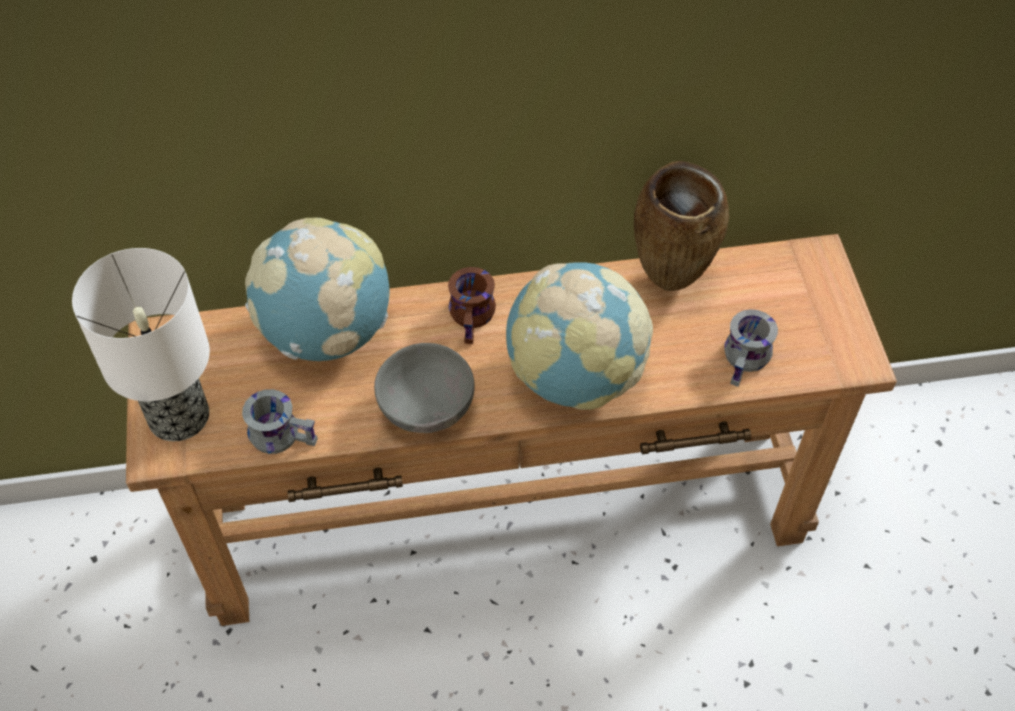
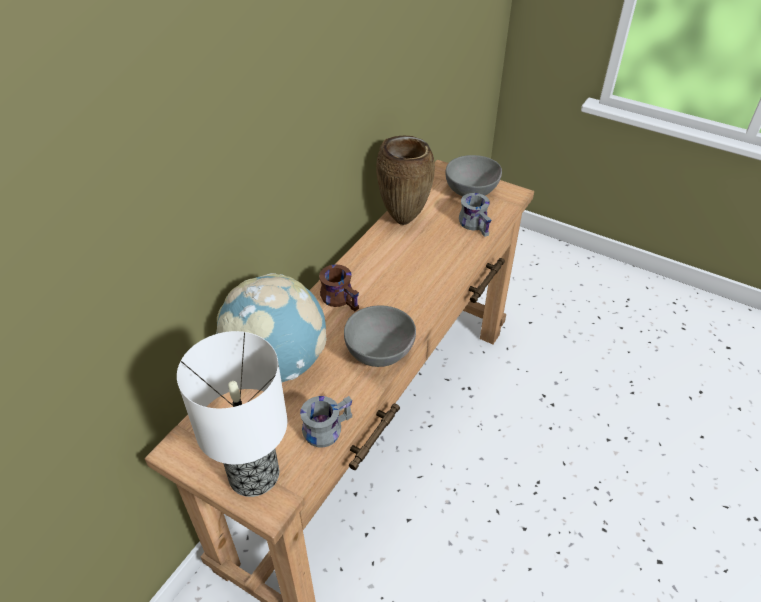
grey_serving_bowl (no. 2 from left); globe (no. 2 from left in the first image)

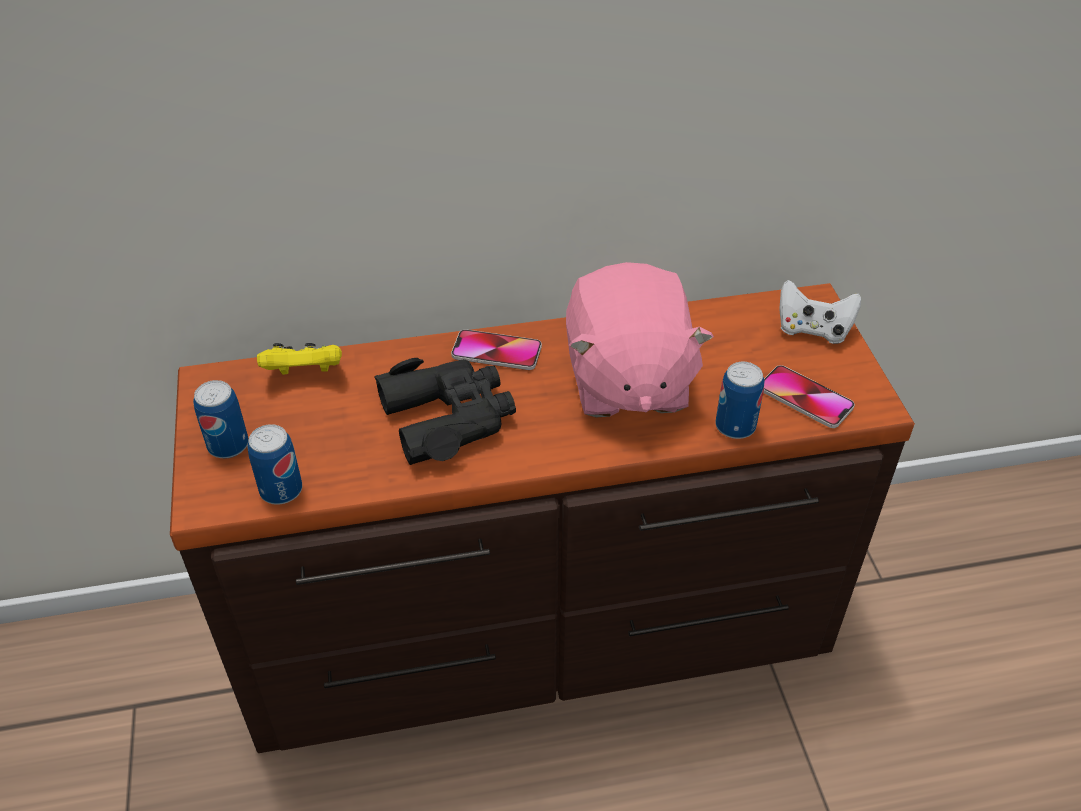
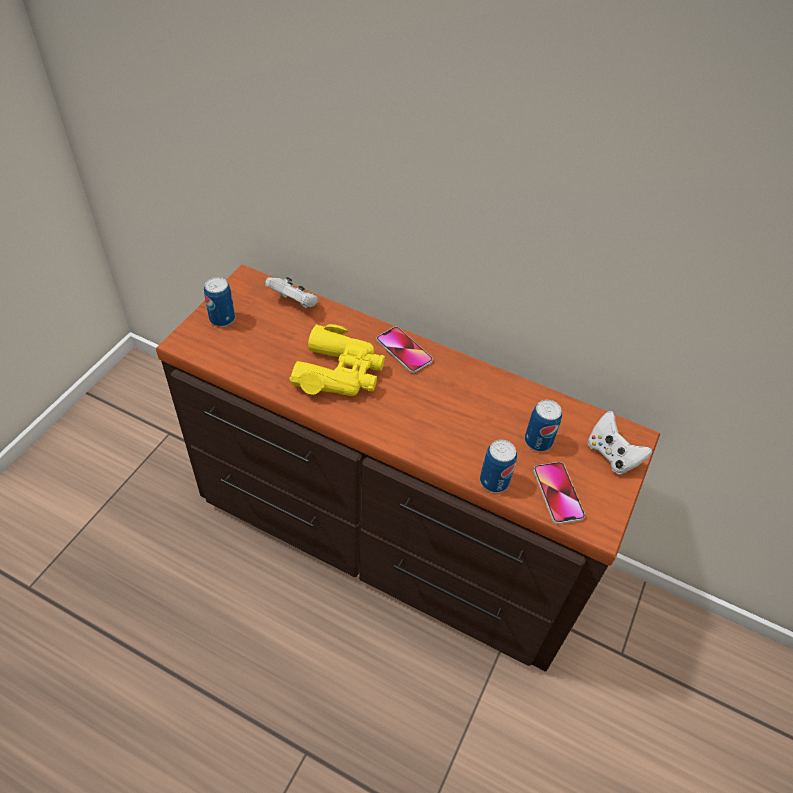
white-coloured_gamepad (no. 1 from left); yellow-coloured_field_glasses; metal_can (no. 3 from left); pink_plush_toy

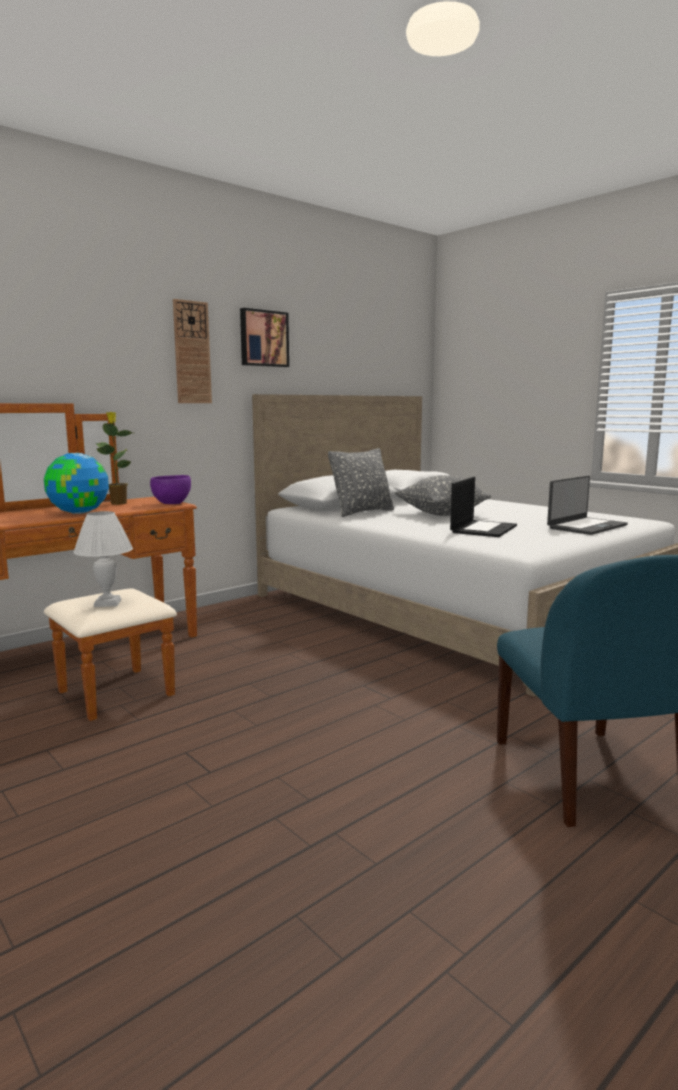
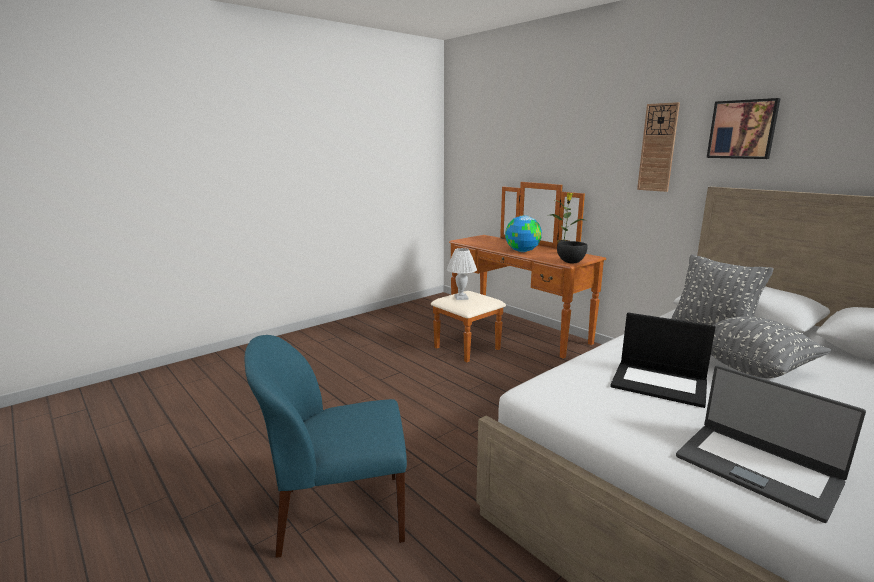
black-coloured_serving_bowl

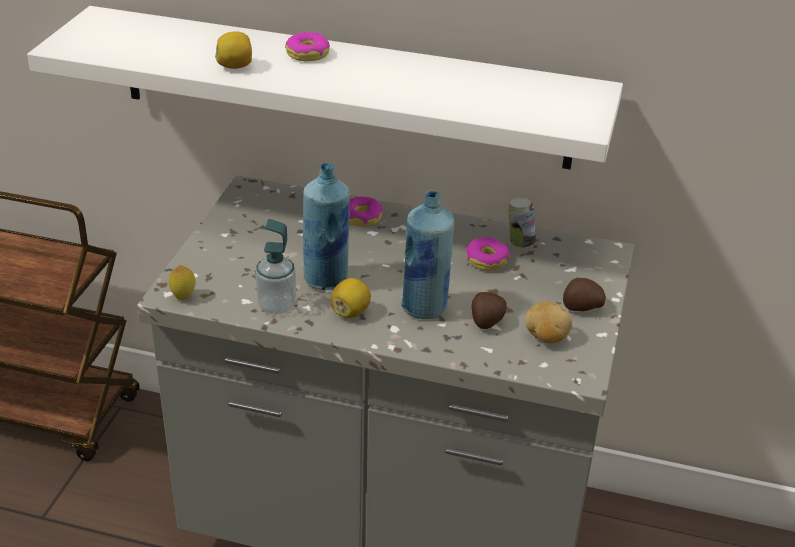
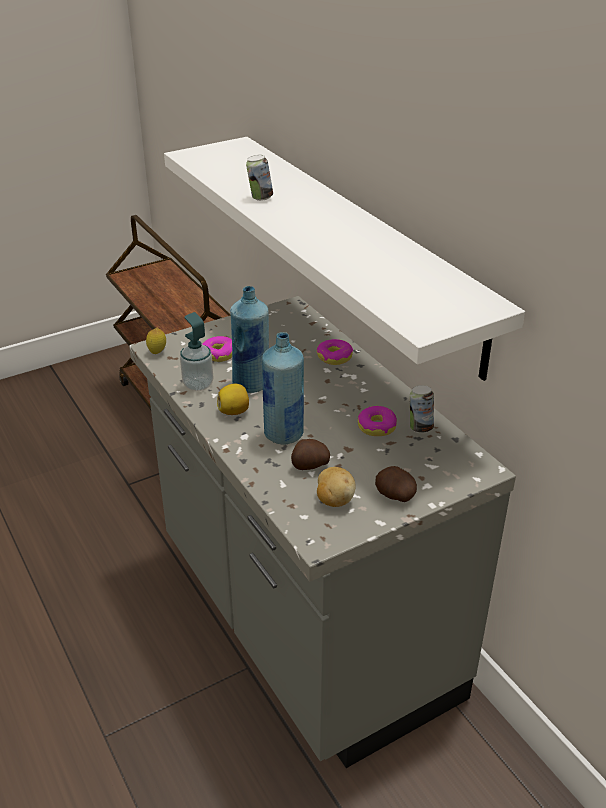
ring_doughnut (no. 1 from left); metal_can (no. 1 from left)

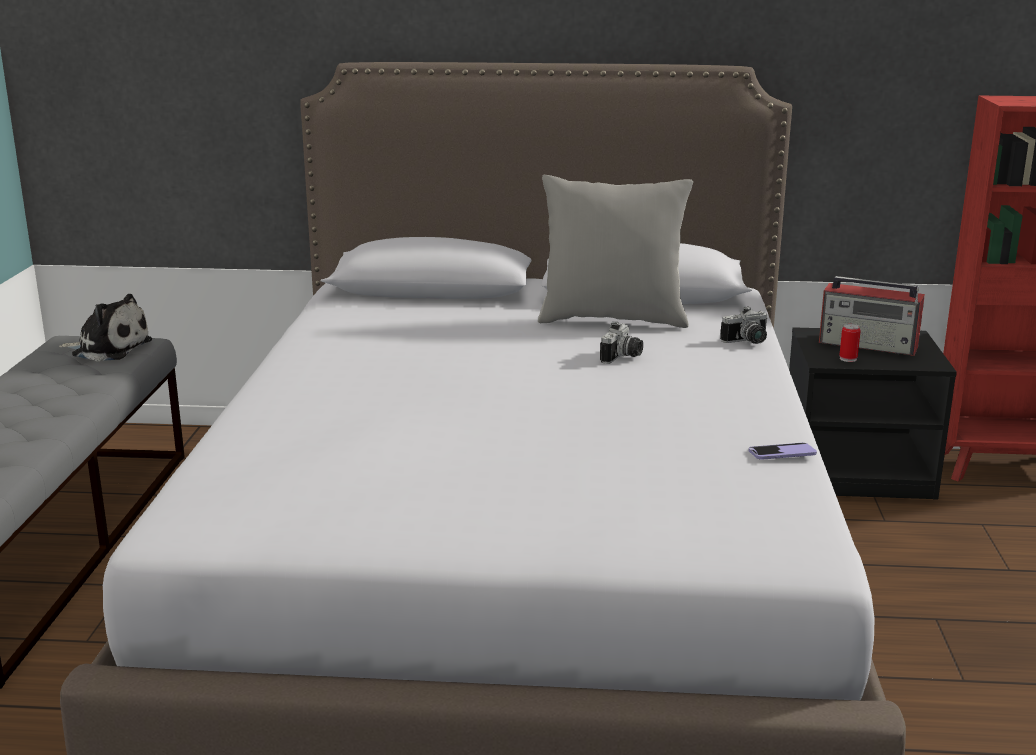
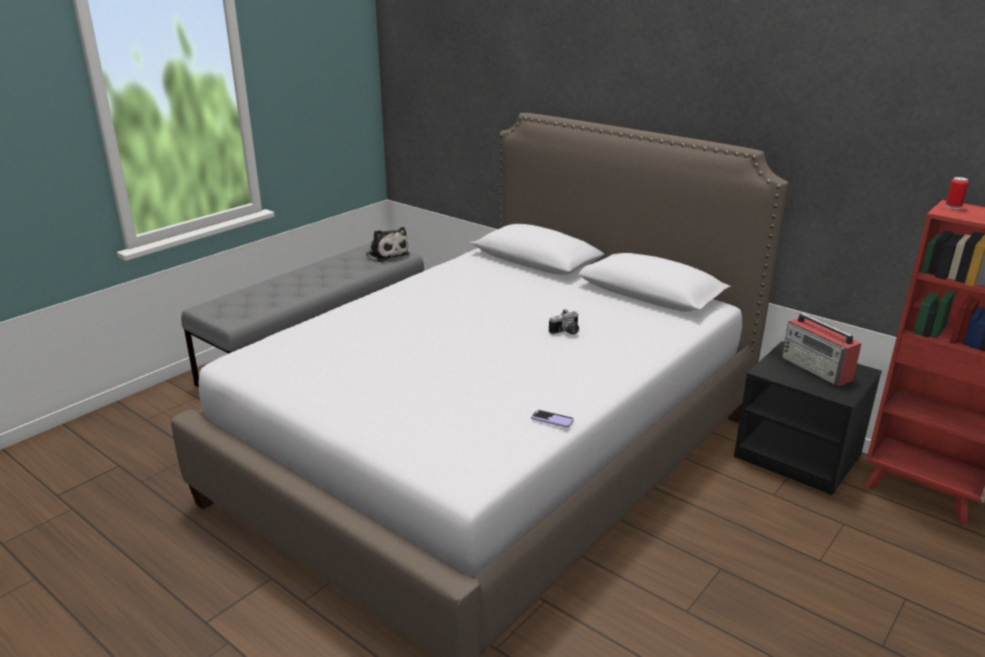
metal_can; grey_pillow; photo_camera (no. 2 from left in the first image)

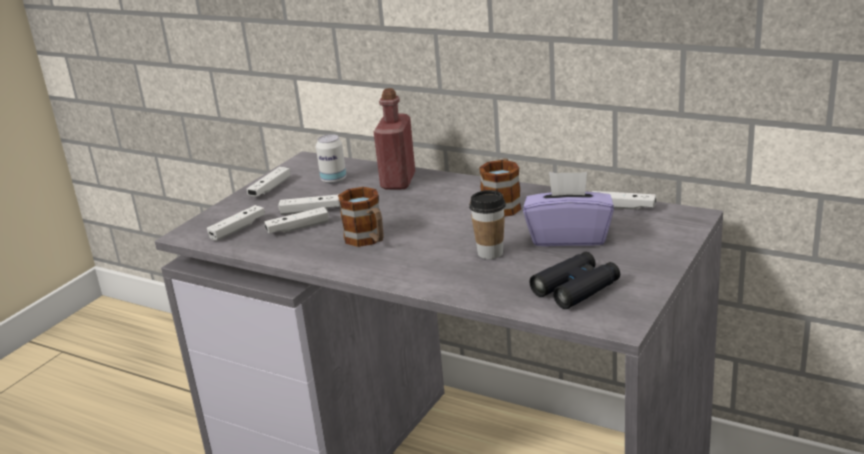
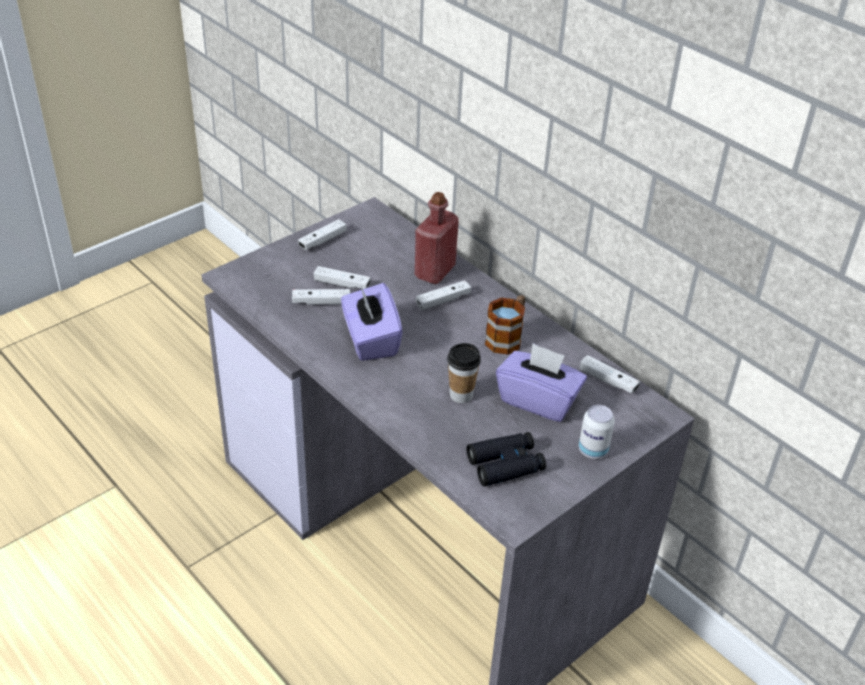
purple_tissue_box (no. 1 from left); white-coloured_gamepad (no. 4 from left); metal_can

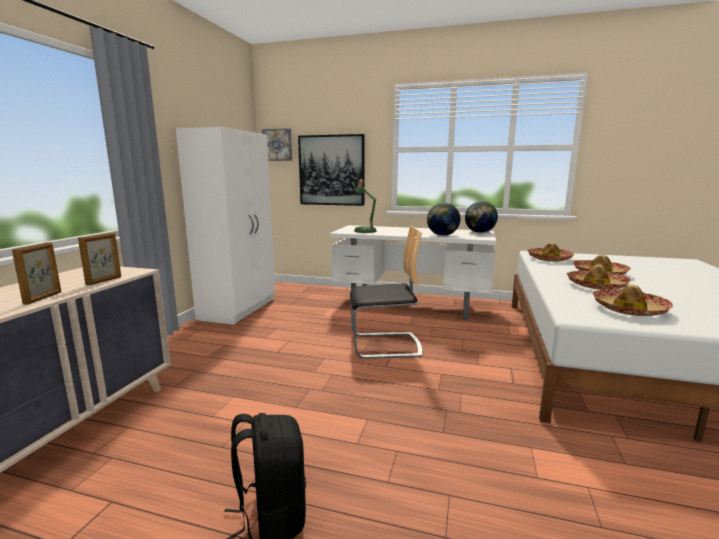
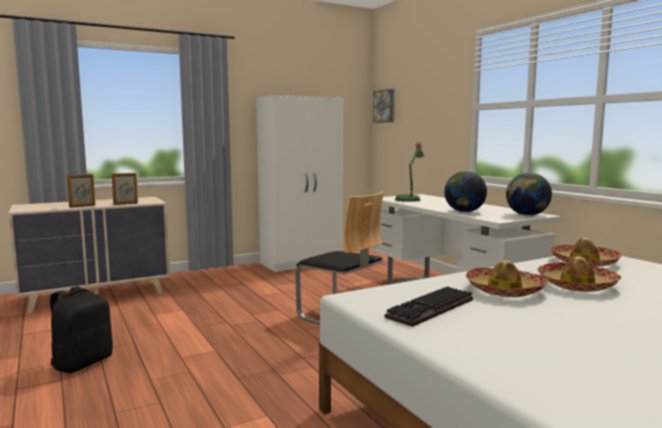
computer_keyboard; wall_picture (no. 2 from left in the first image)

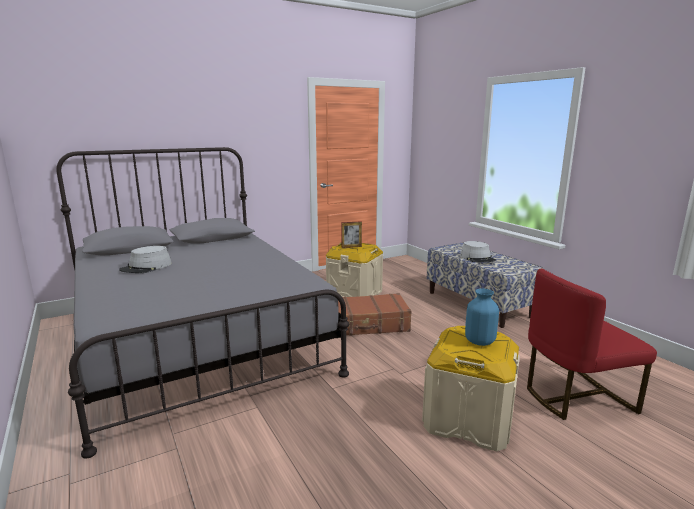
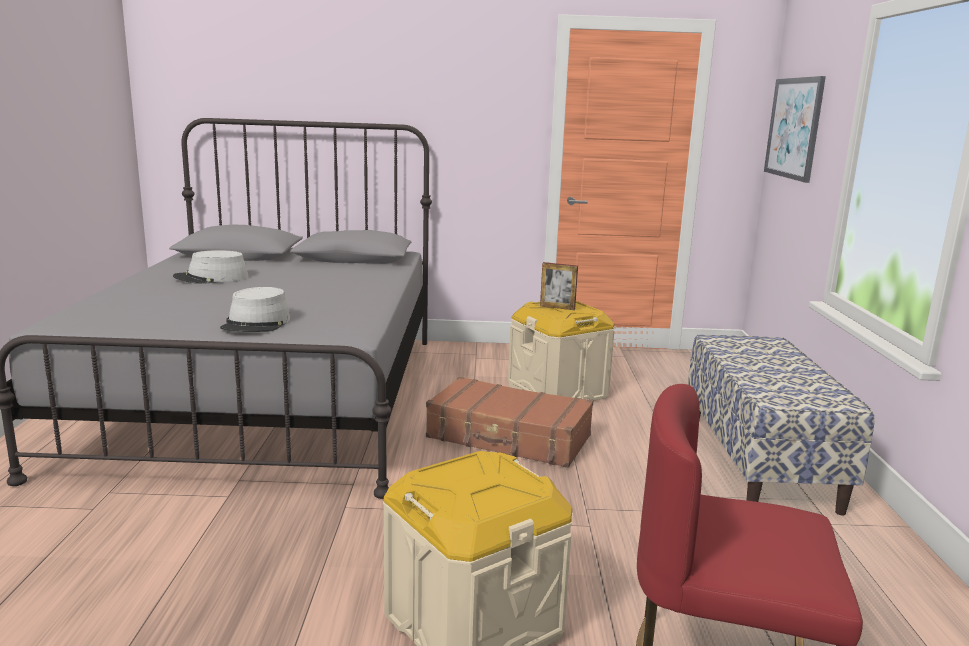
grey_wearable_hat (no. 2 from left); wall_picture; blue-coloured_flower_vase

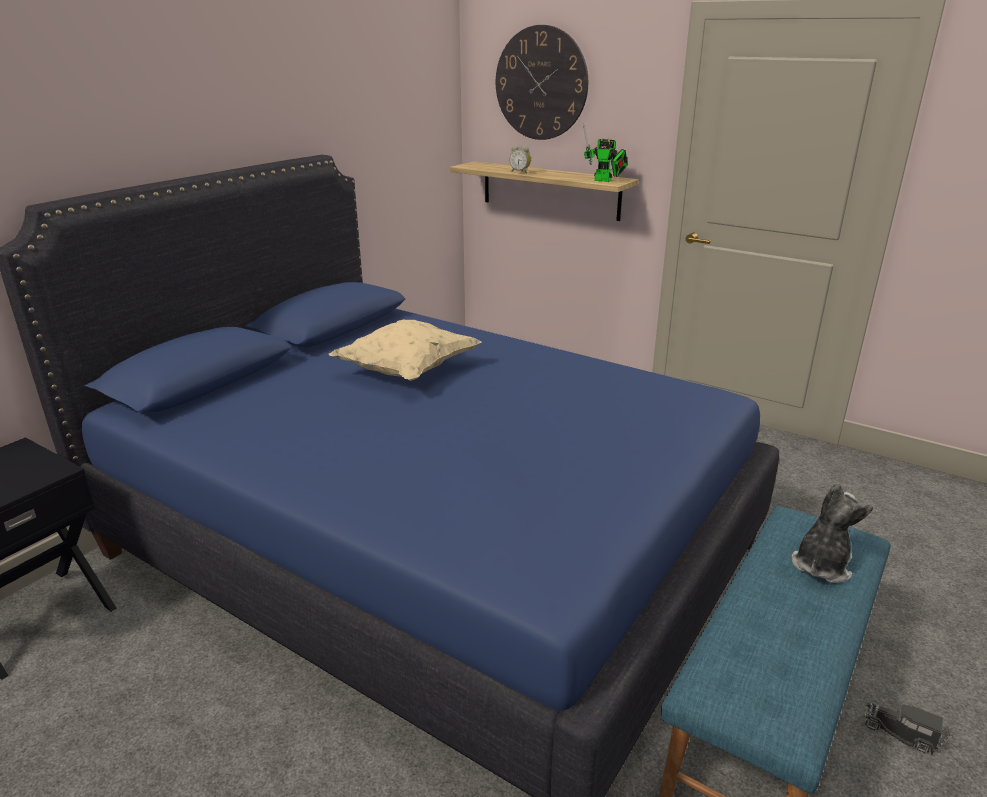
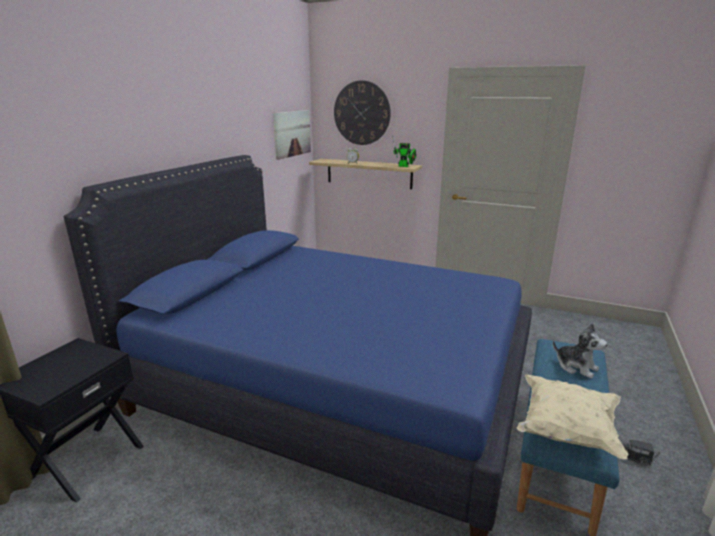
wall_picture; sand-coloured_pillow; plush_toy

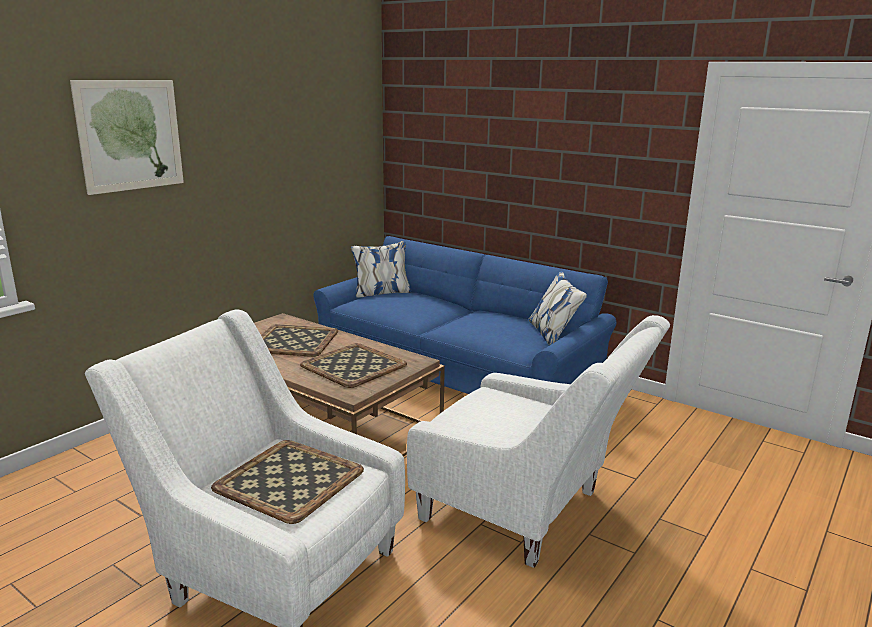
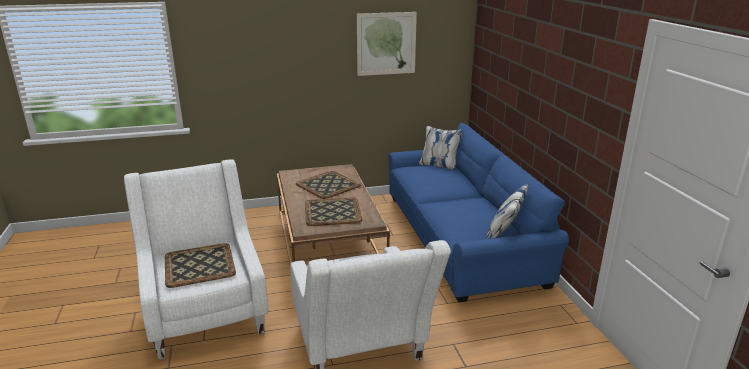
wall_picture

